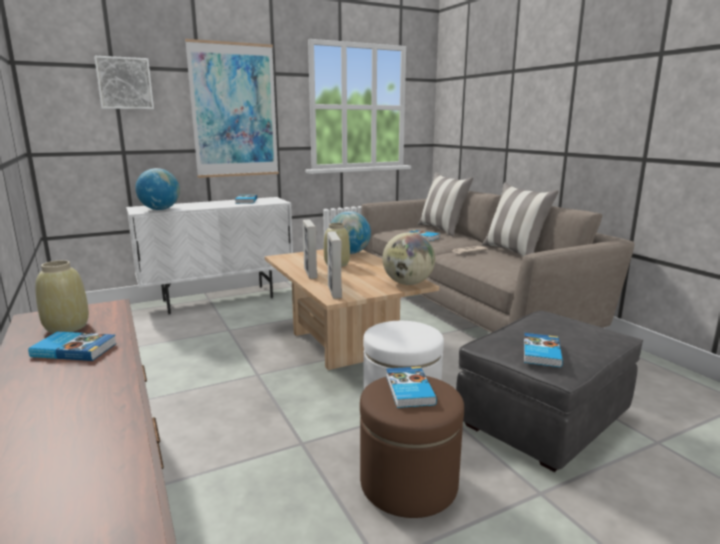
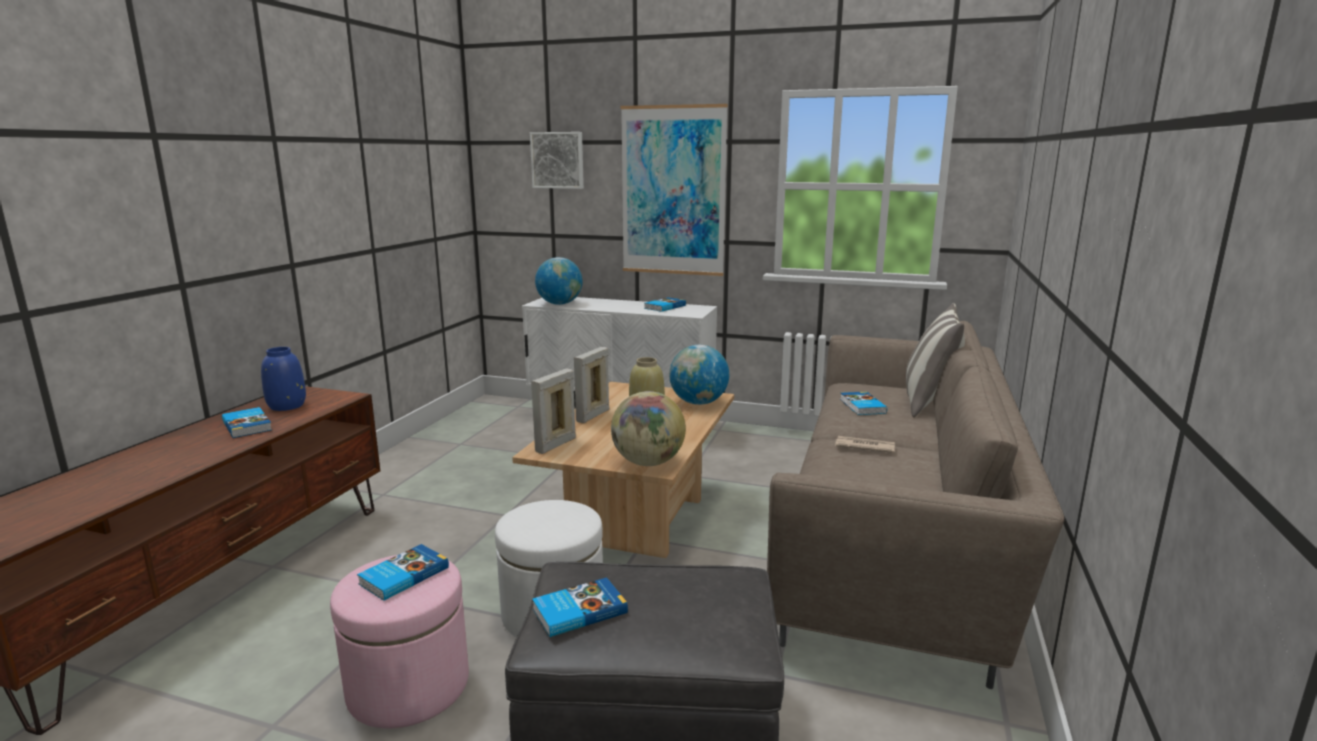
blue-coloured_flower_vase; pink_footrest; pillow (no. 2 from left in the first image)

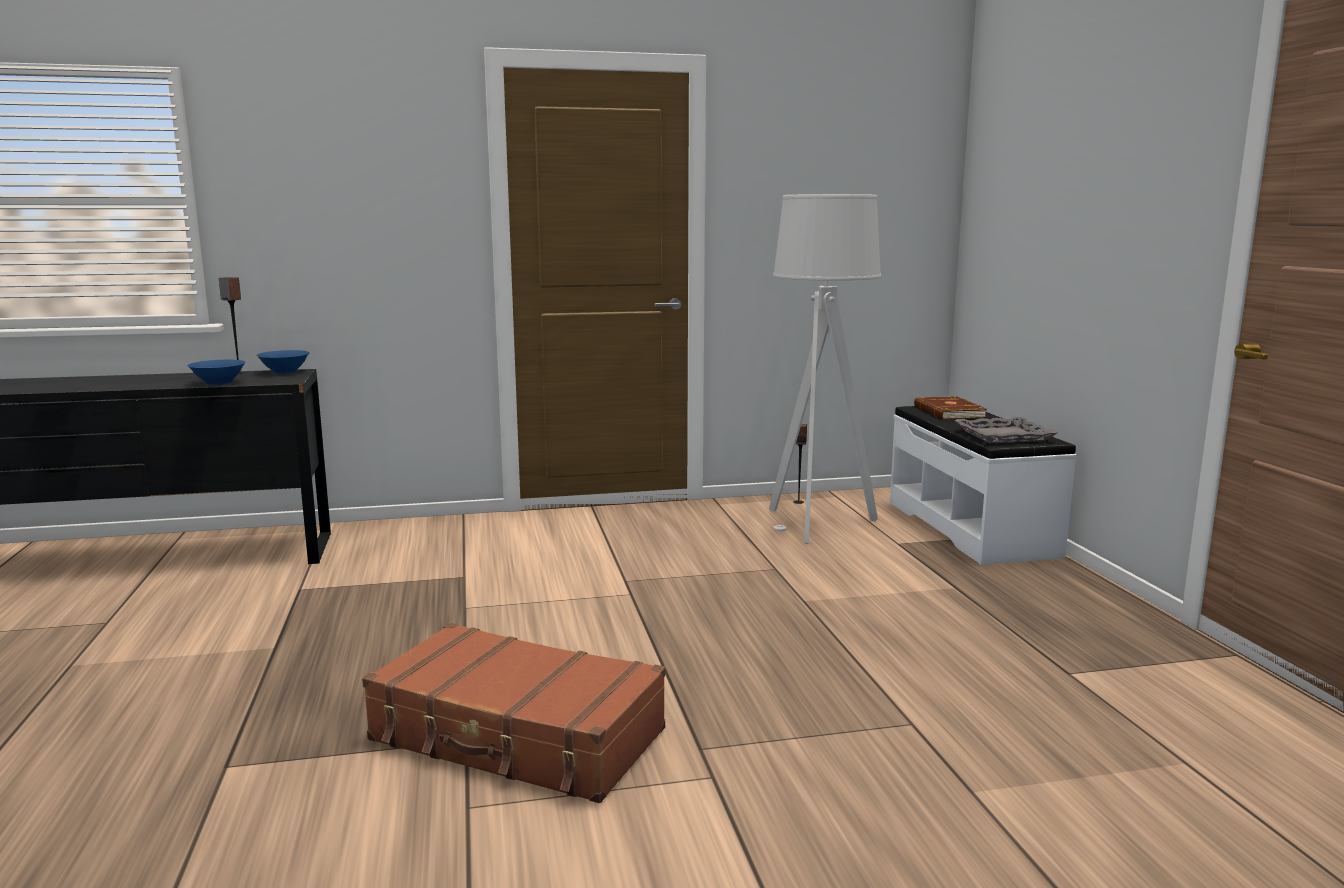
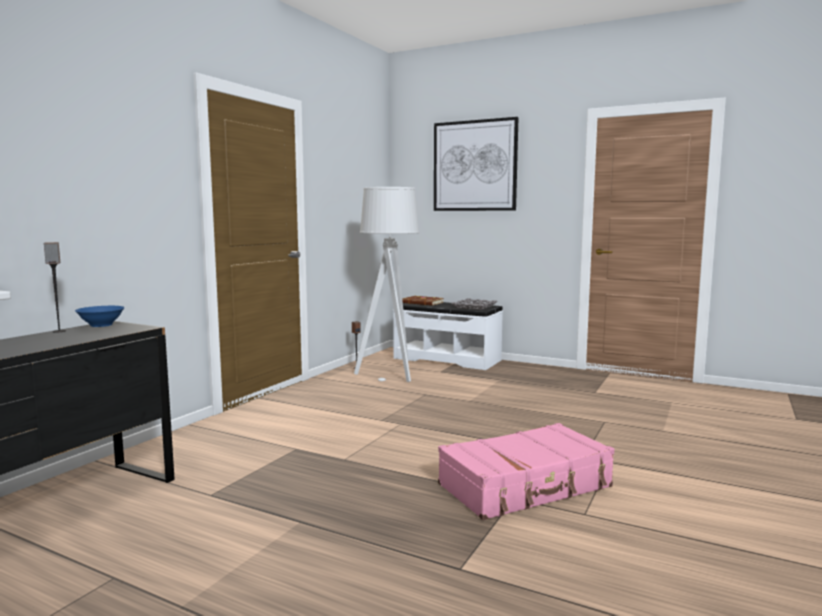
wall_picture; pink_travel_case; blue-coloured_serving_bowl (no. 1 from left in the first image)

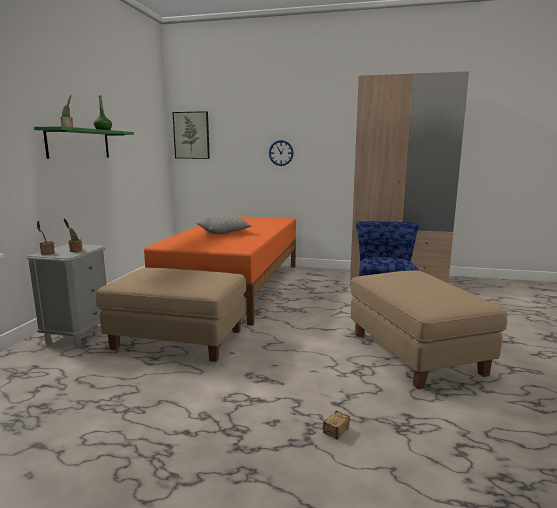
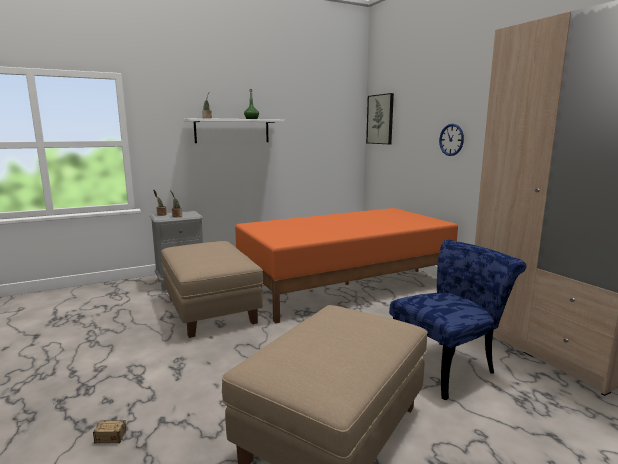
white-coloured_shelf; grey_pillow

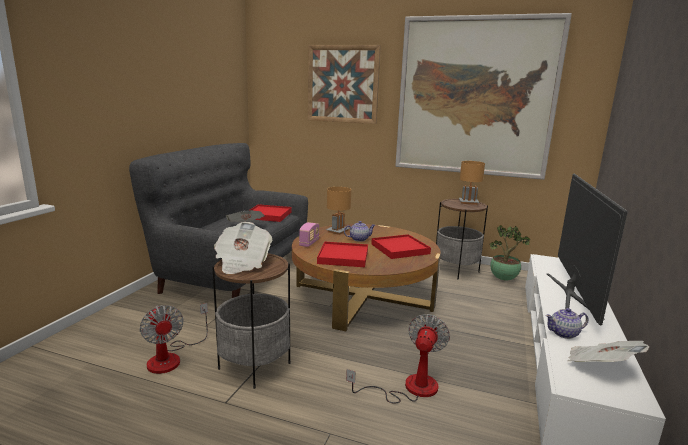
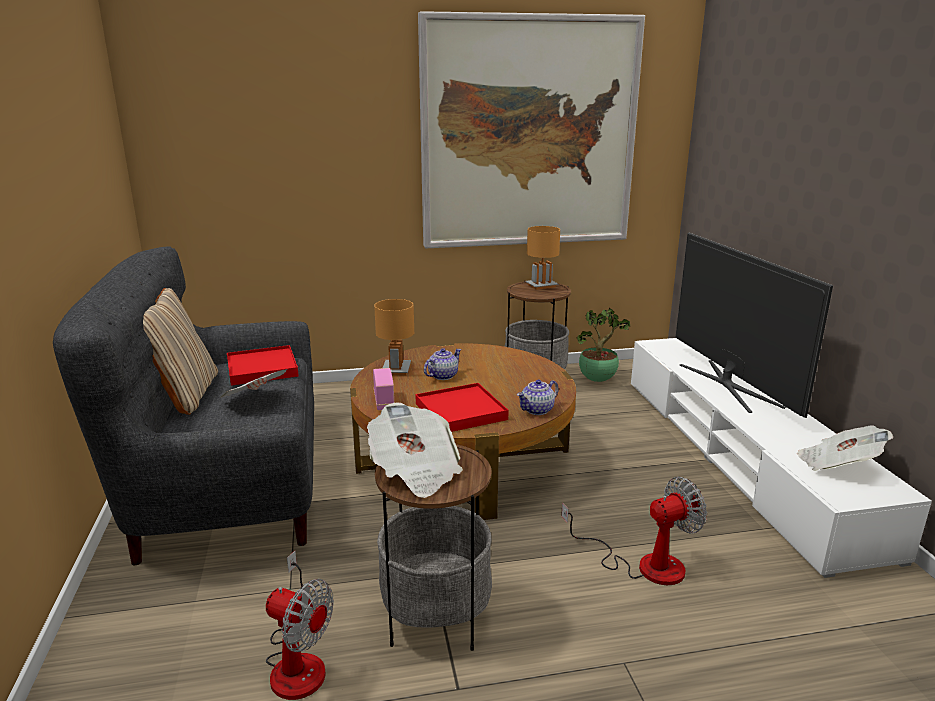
sand-coloured_pillow; teapot (no. 2 from left); cooling_fan (no. 2 from left); wall_picture (no. 1 from left in the first image); red_serving_tray (no. 3 from left in the first image)

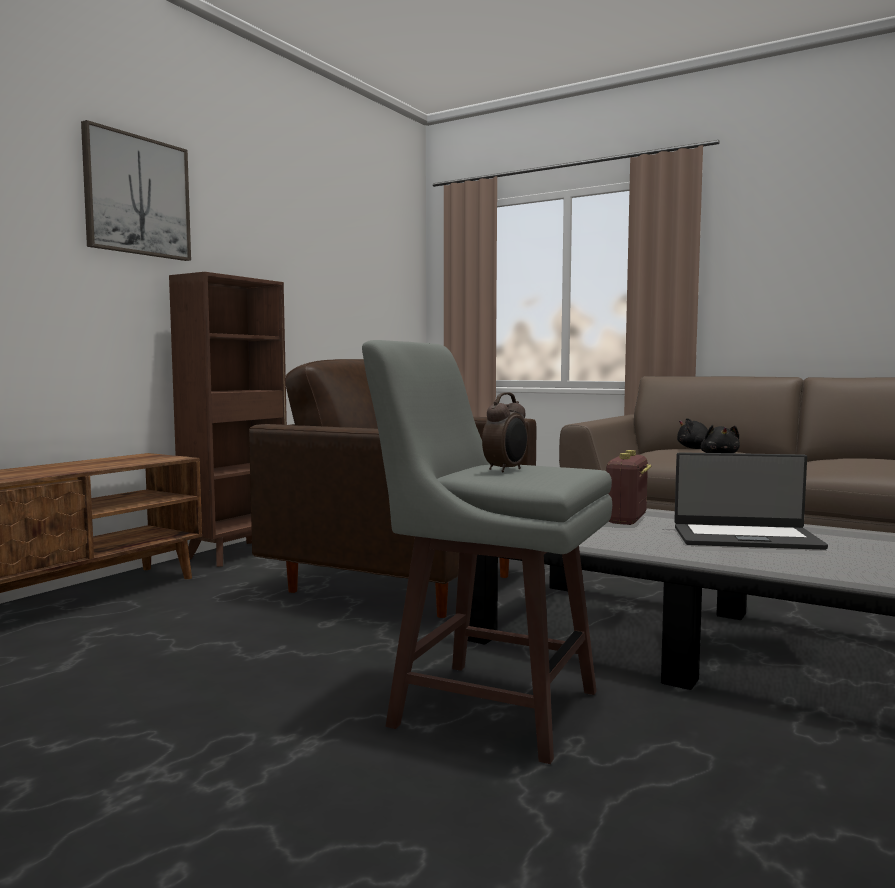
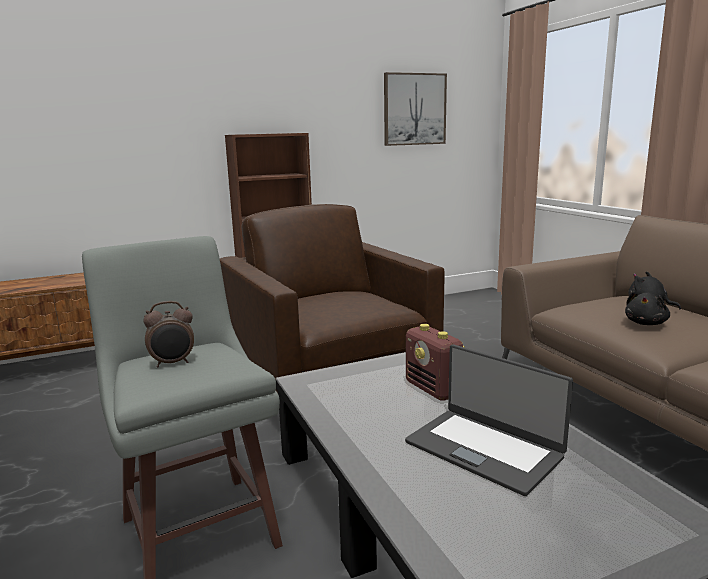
wall_picture; radio_receiver

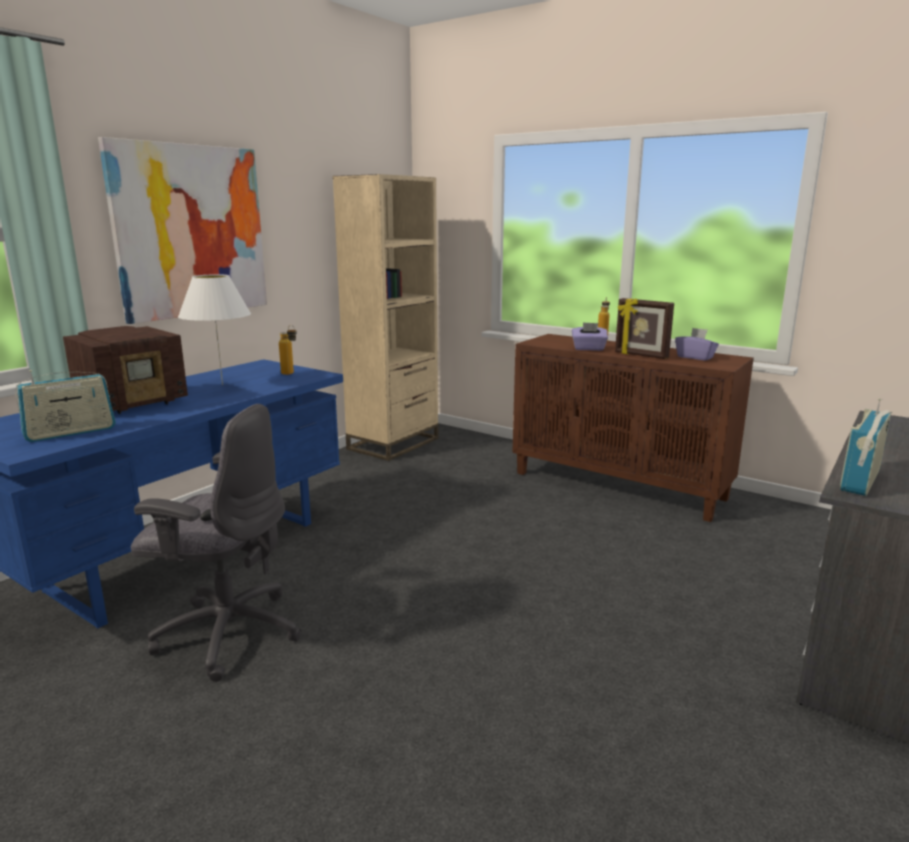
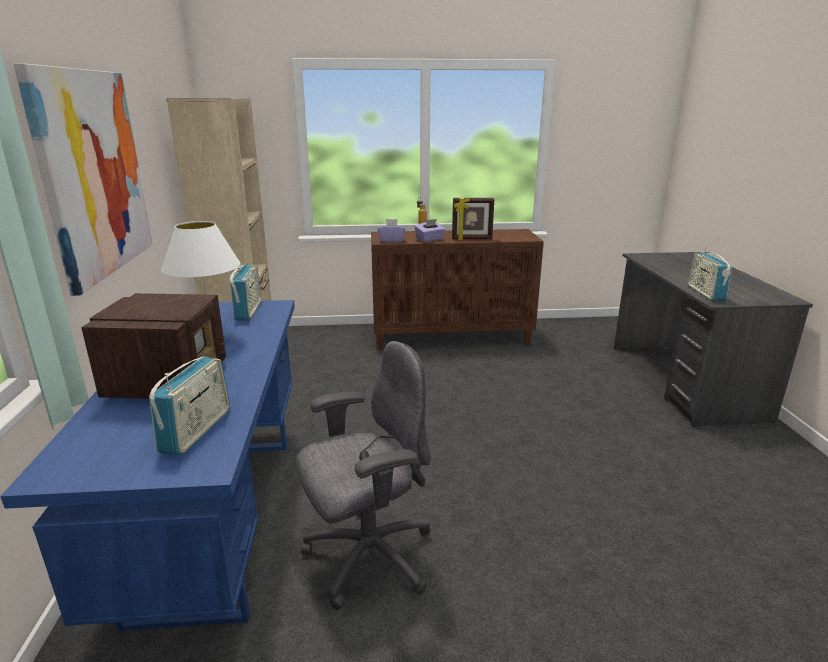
radio_receiver (no. 3 from left); purple_tissue_box (no. 1 from left)

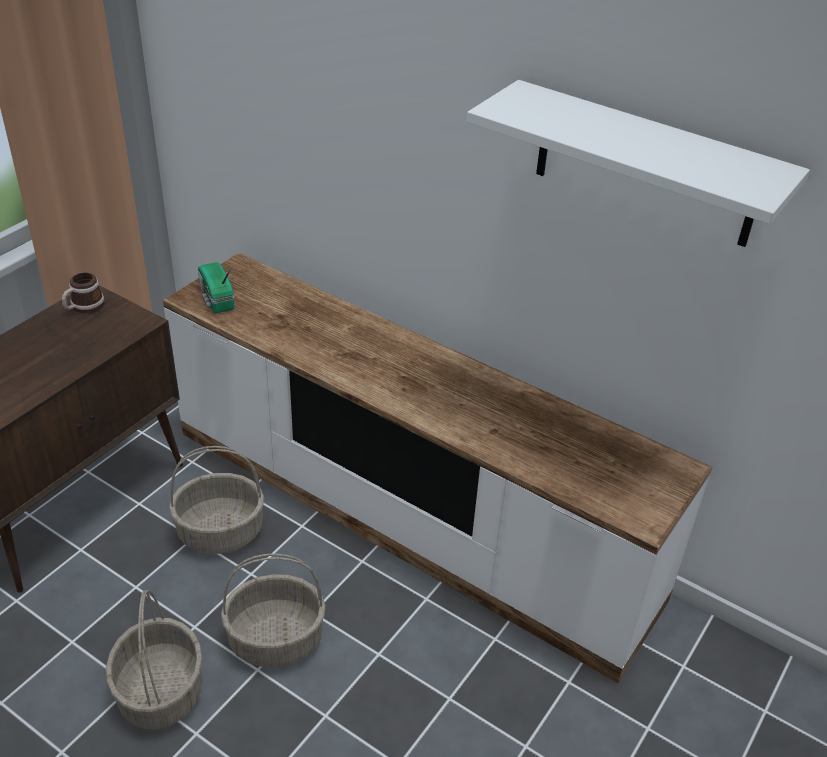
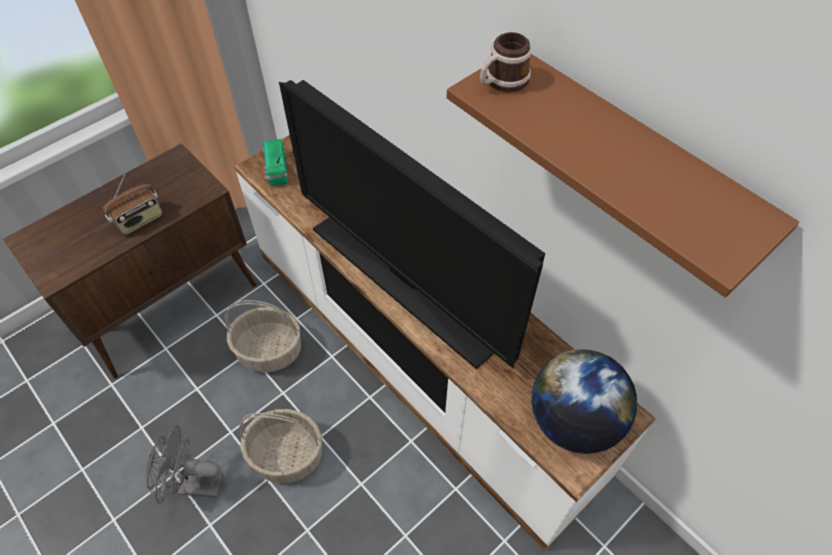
radio_receiver (no. 1 from left); grey_cooling_fan; TV_set; brown-coloured_shelf; mug; globe

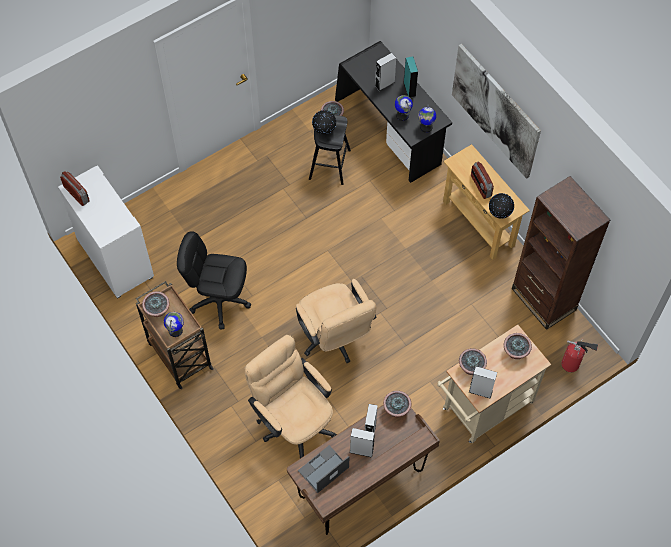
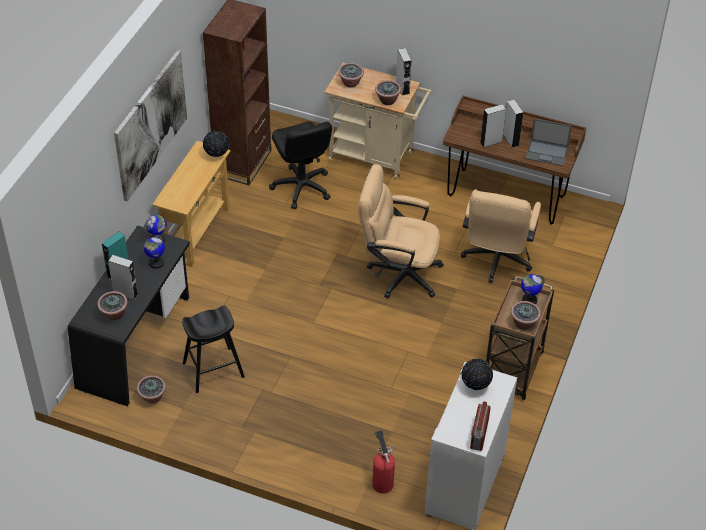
plant_in_a_pot (no. 1 from left); black-coloured_office_chair; sand-coloured_office_chair (no. 1 from left); extinguisher; globe (no. 4 from left); radio_receiver (no. 2 from left in the first image)

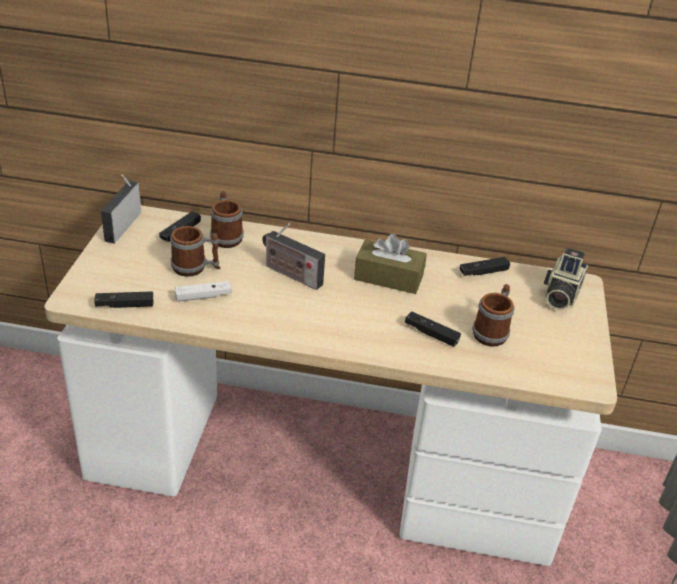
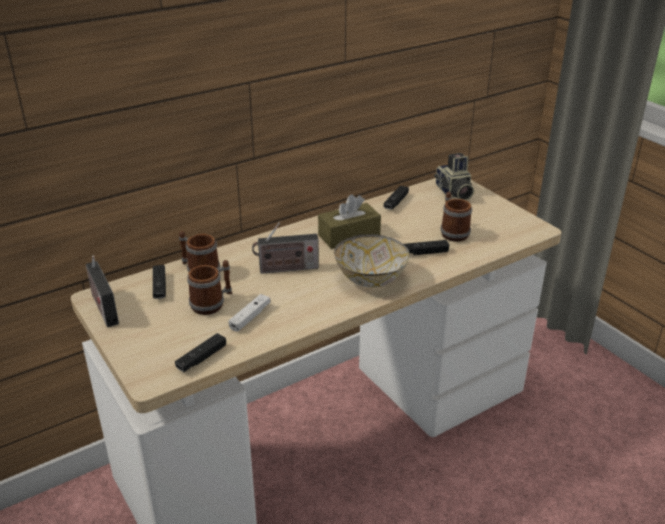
serving_bowl

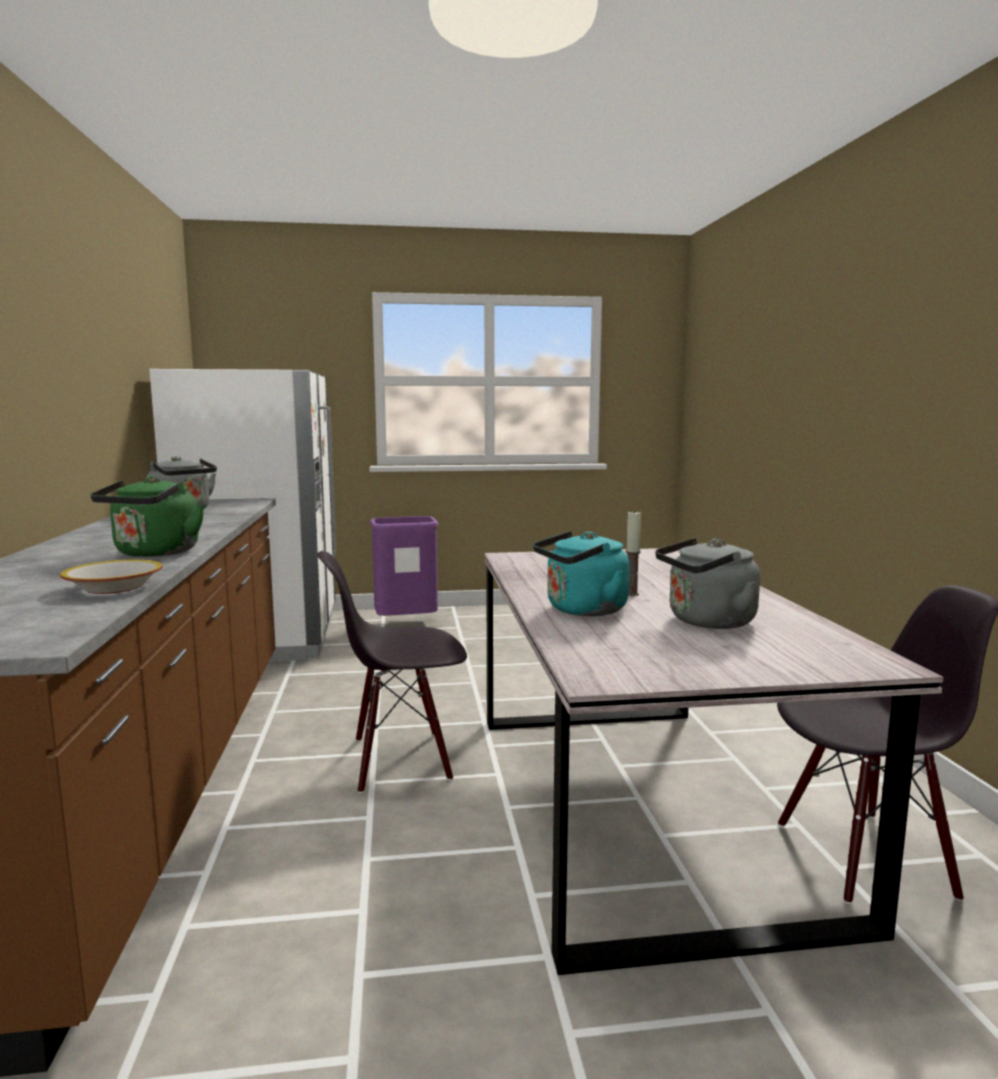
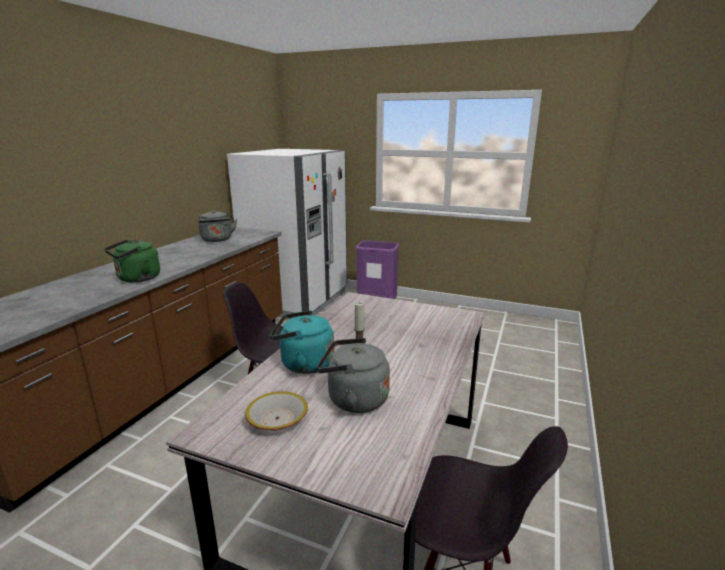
serving_bowl

